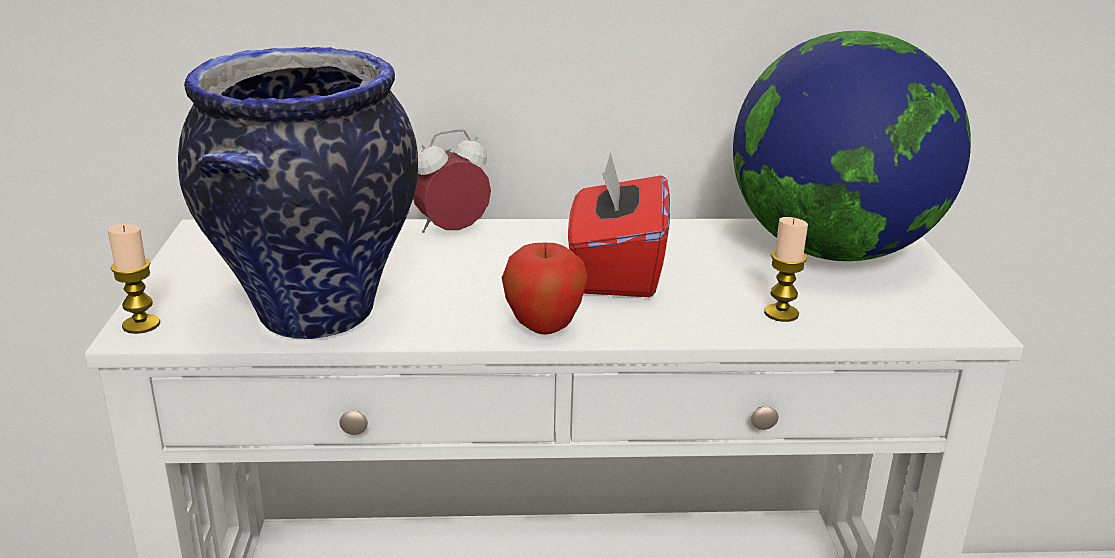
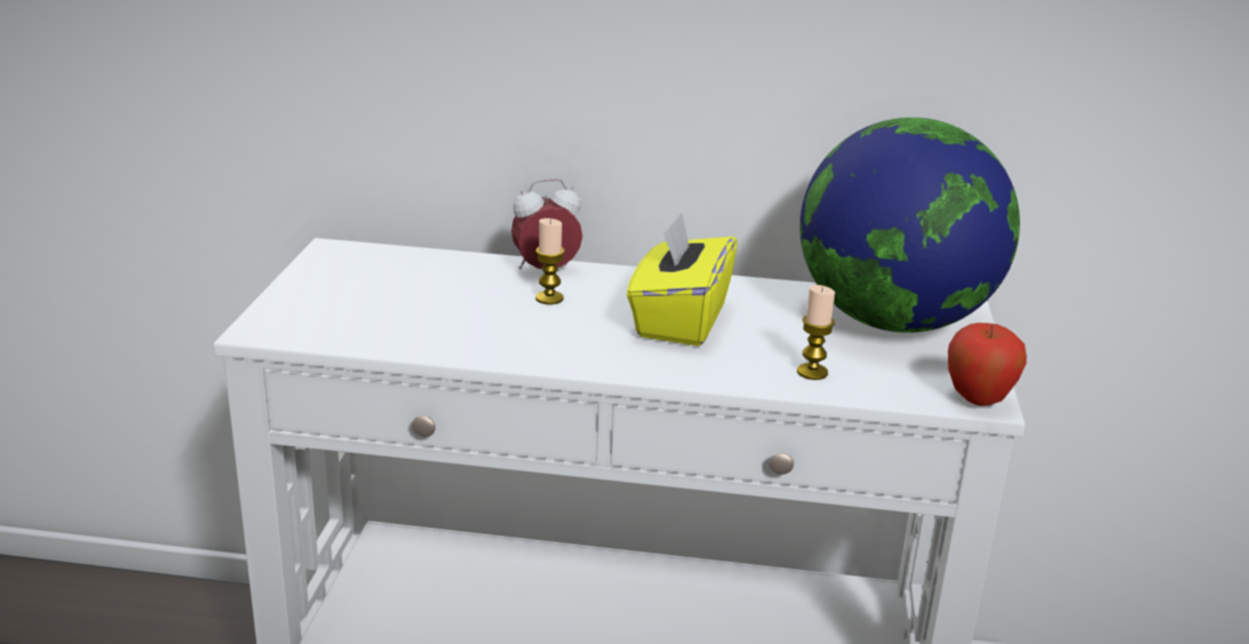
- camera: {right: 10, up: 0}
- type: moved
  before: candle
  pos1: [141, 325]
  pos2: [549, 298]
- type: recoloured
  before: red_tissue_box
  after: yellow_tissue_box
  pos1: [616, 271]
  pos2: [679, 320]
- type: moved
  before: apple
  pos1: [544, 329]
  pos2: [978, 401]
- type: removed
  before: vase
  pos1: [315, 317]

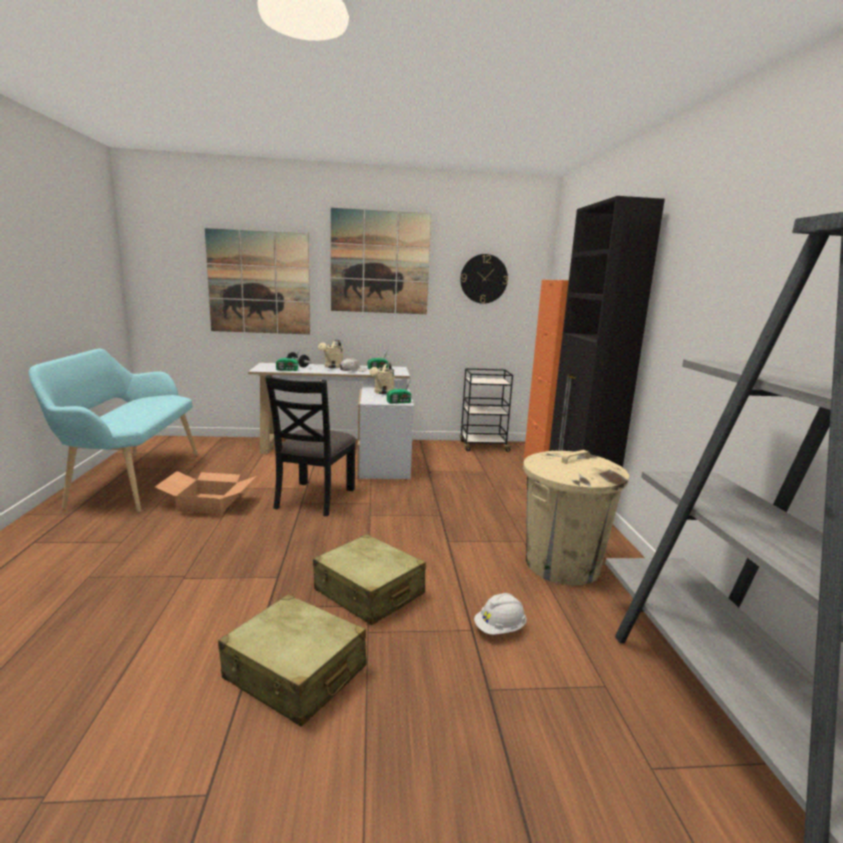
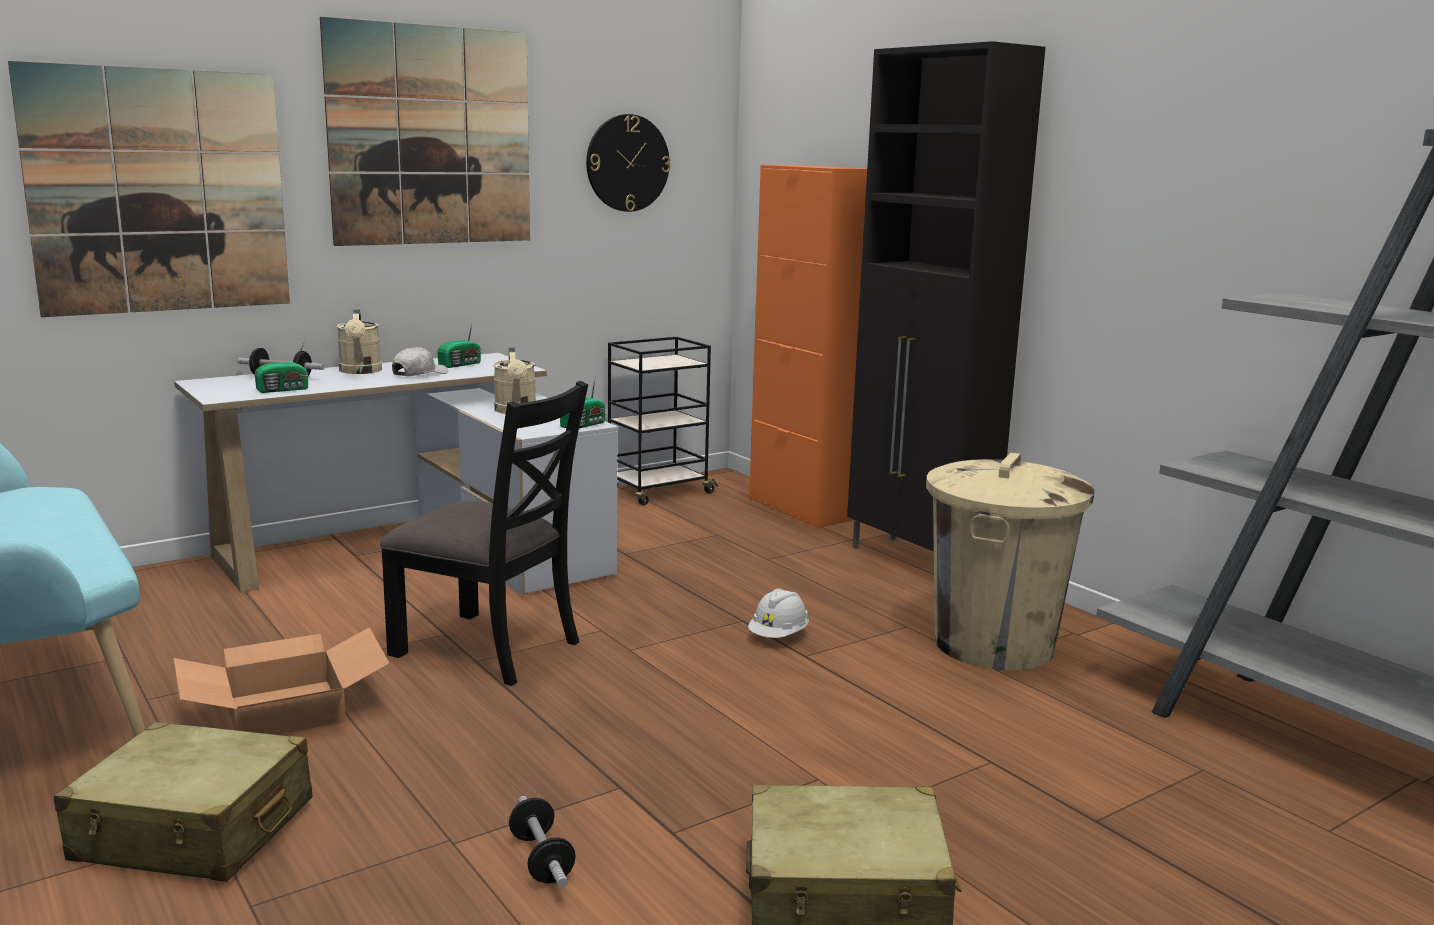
- camera: {right: -30, up: 0}
- type: moved
  before: beige_suitcase
  pos1: [369, 592]
  pos2: [194, 831]
- type: turned
  before: black_chair
  pos1: [314, 498]
  pos2: [488, 648]
  turn: -45
- type: added
  after: dumbbell
  pos2: [541, 859]
- type: moved
  before: white_hard_hat
  pos1: [500, 629]
  pos2: [778, 636]

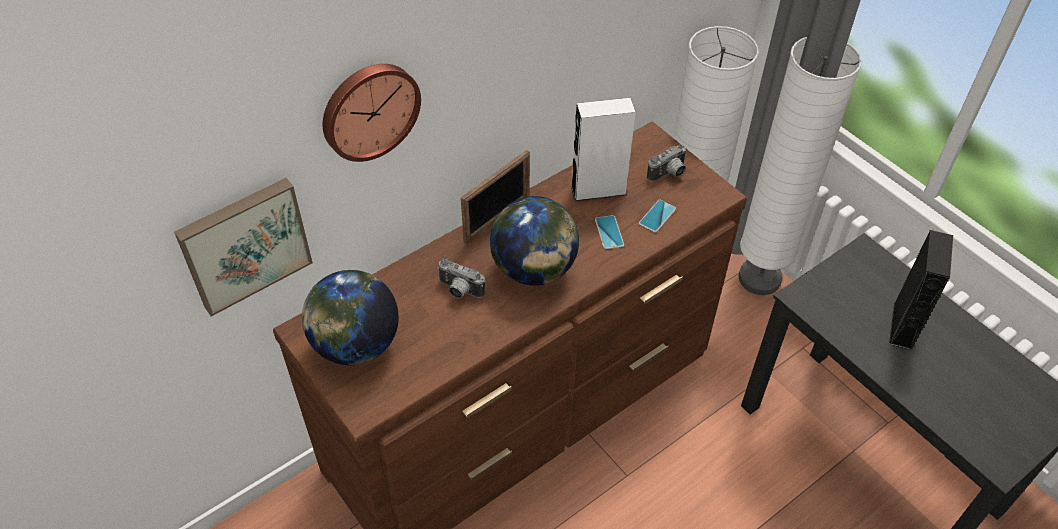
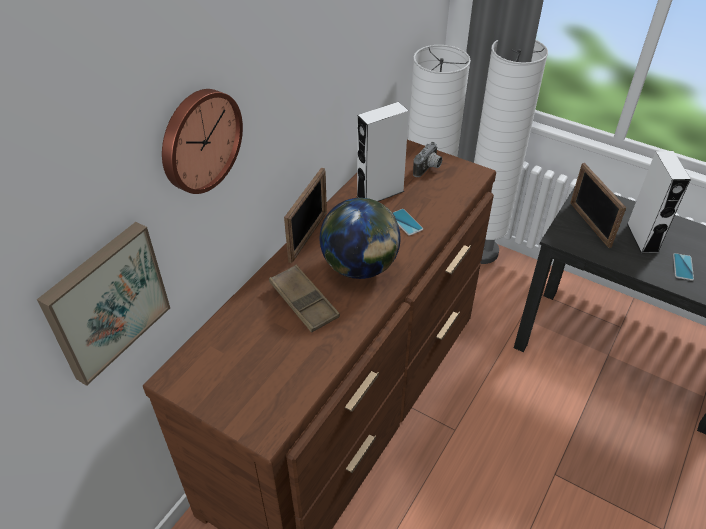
- camera: {right: -20, up: -5}
- type: replaced
  before: photo_camera
  after: brown_tray
  pos1: [459, 291]
  pos2: [304, 302]
- type: added
  after: picture_frame
  pos2: [589, 224]
- type: recoloured
  before: black_speaker
  after: white_speaker
  pos1: [902, 326]
  pos2: [642, 237]
- type: moved
  before: phone
  pos1: [657, 216]
  pos2: [683, 267]
- type: removed
  before: globe
  pos1: [356, 345]

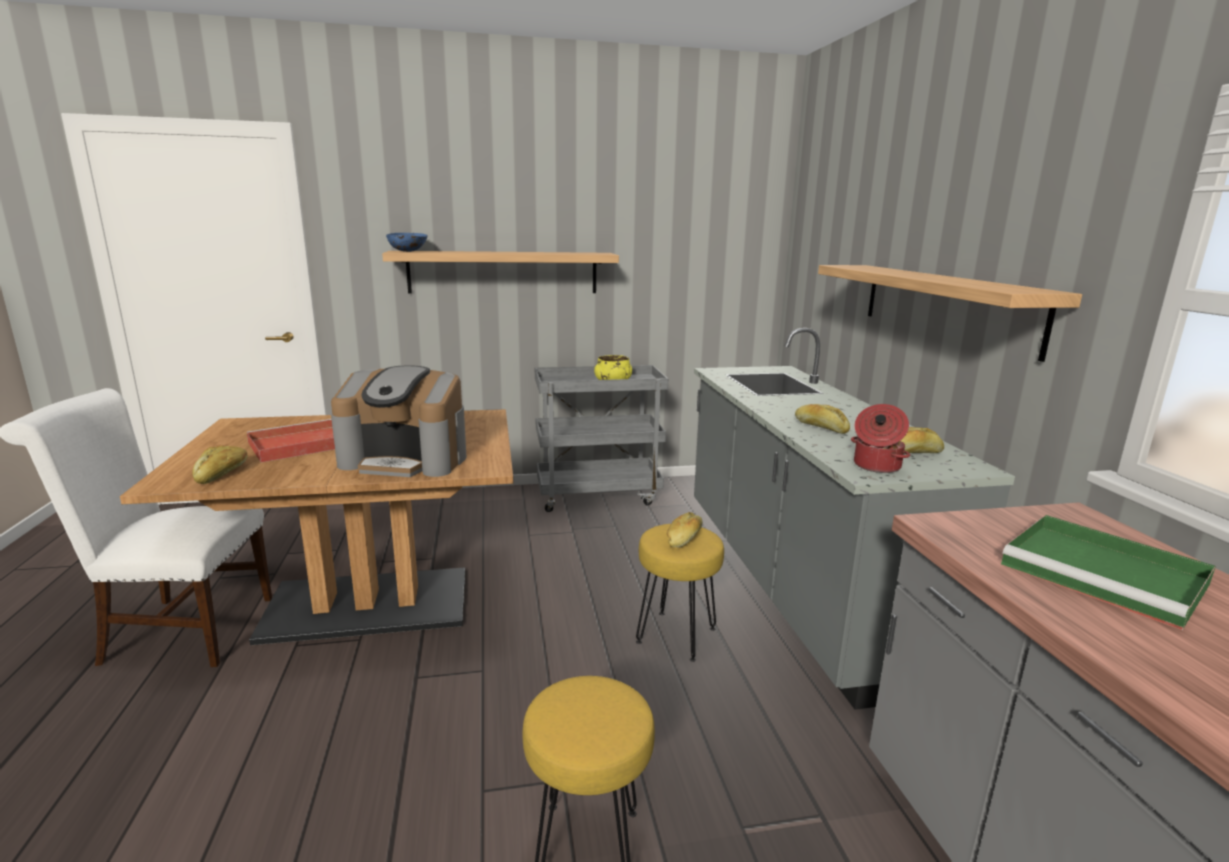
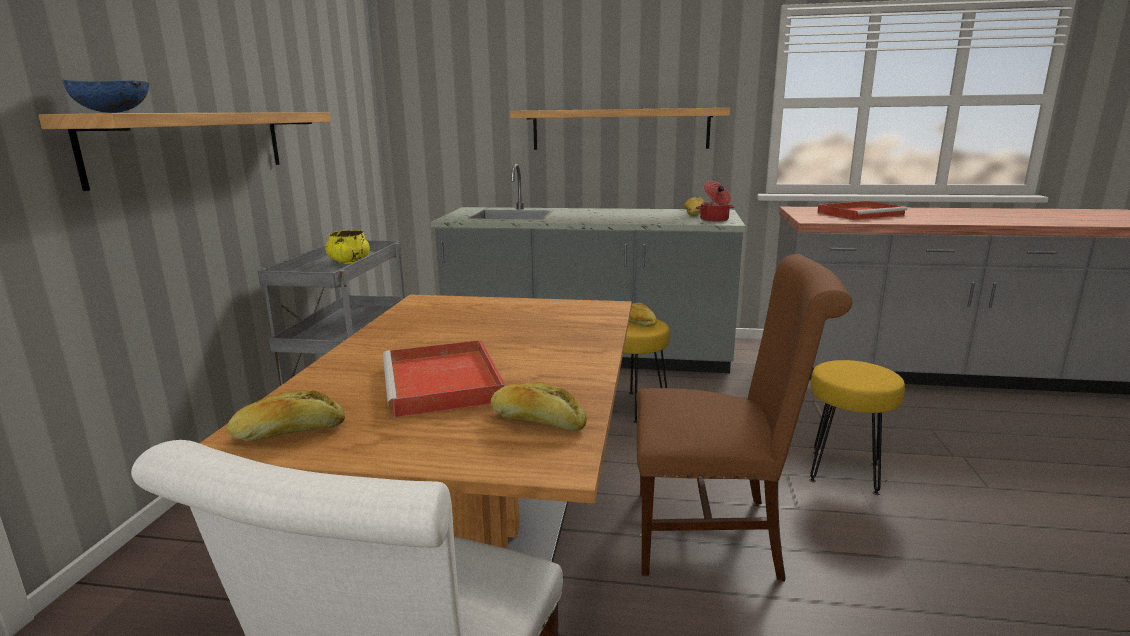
- camera: {right: -70, up: 0}
- type: moved
  before: bread
  pos1: [820, 427]
  pos2: [288, 433]
- type: added
  after: brown_chair
  pos2: [717, 533]
- type: recoloured
  before: green_tray
  after: red_tray
  pos1: [1107, 575]
  pos2: [861, 214]
- type: removed
  before: coffee_machine
  pos1: [406, 459]

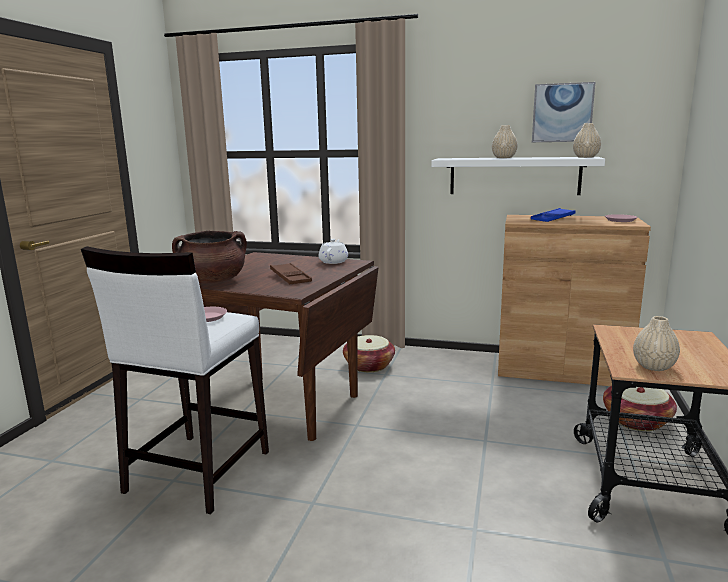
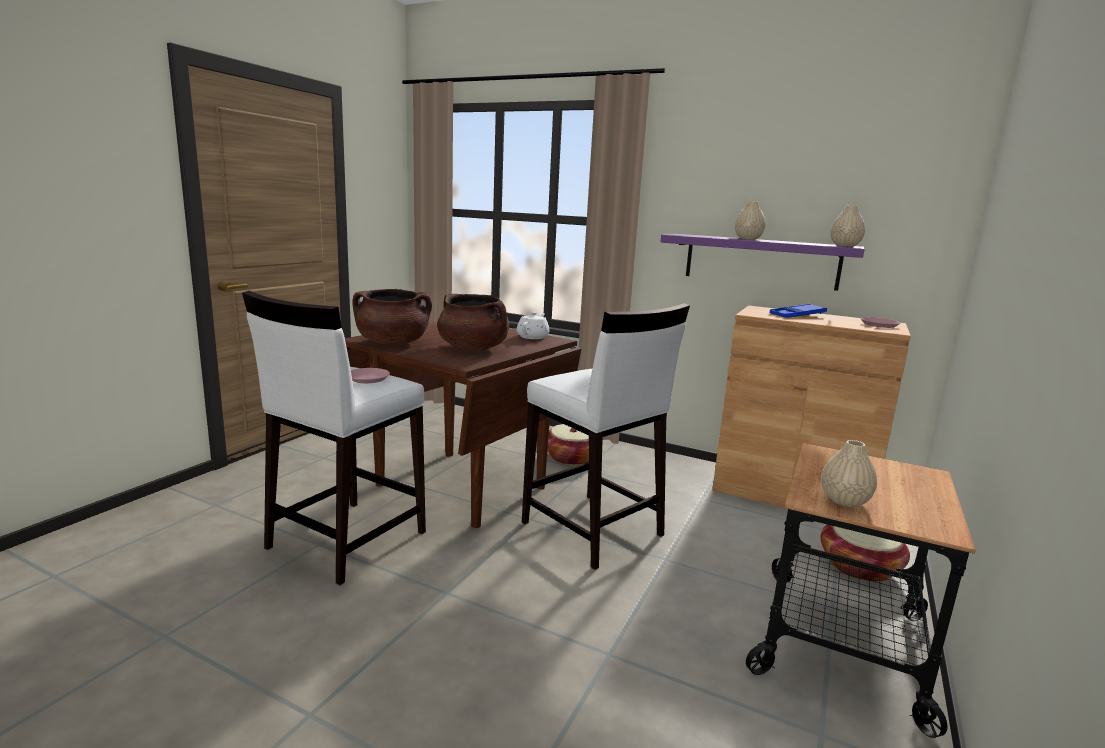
- camera: {right: 10, up: 0}
- type: replaced
  before: brown_tray
  after: brown_cooking_pot
  pos1: [290, 278]
  pos2: [473, 348]
- type: added
  after: white_stool
  pos2: [592, 530]
- type: recoloured
  before: white_shelf
  after: purple_shelf
  pos1: [514, 176]
  pos2: [761, 261]
- type: removed
  before: picture
  pos1: [562, 113]

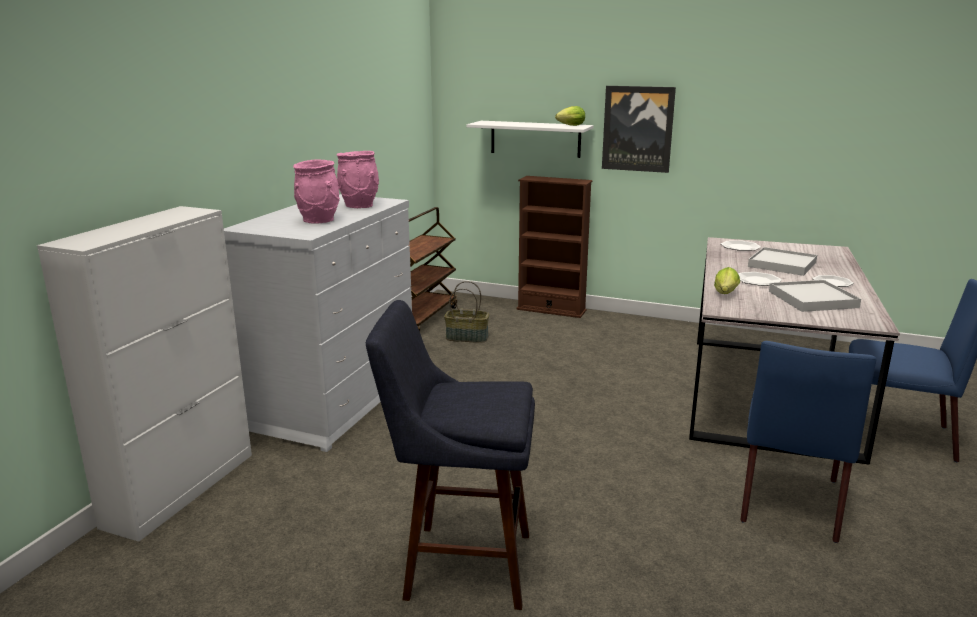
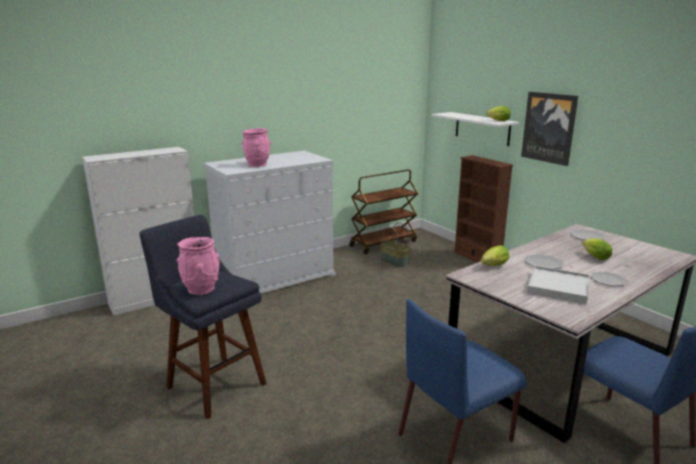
- camera: {right: 35, up: 0}
- type: moved
  before: pink_vase
  pos1: [360, 205]
  pos2: [201, 289]
- type: replaced
  before: white_tray
  after: lettuce
  pos1: [782, 264]
  pos2: [594, 257]

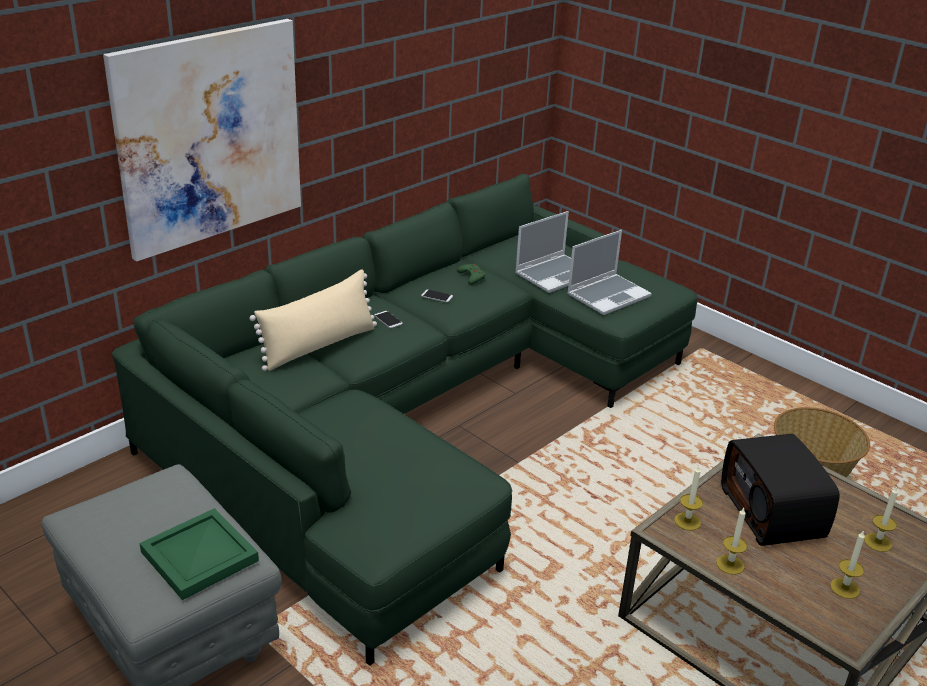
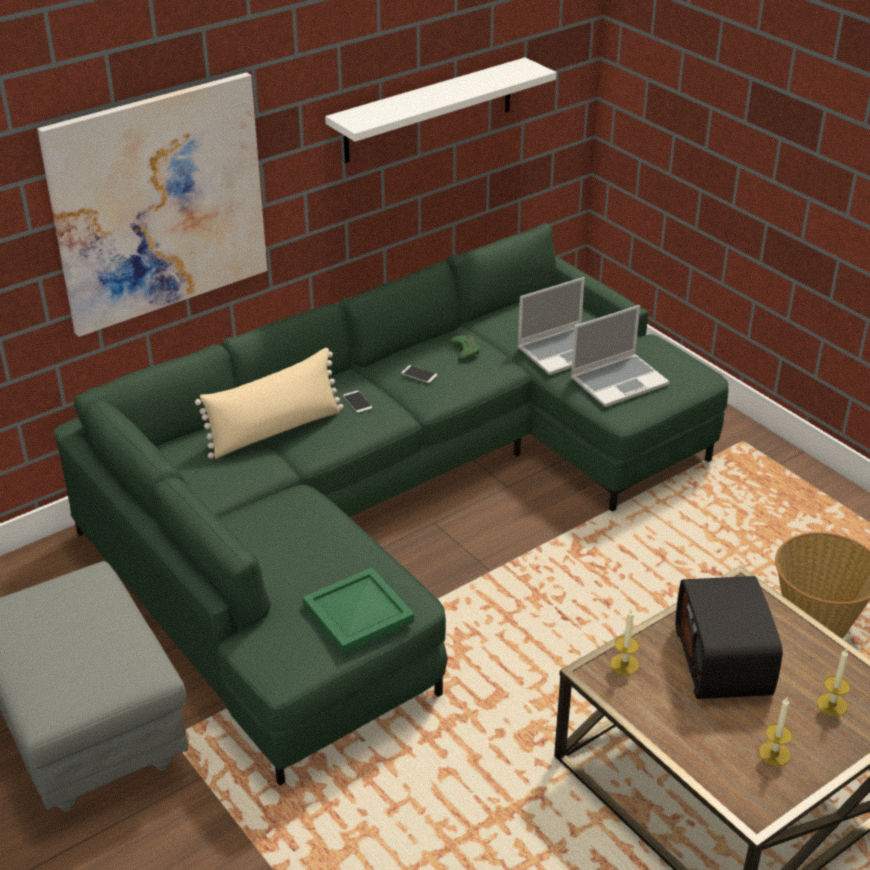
- camera: {right: 10, up: 5}
- type: moved
  before: green_tray
  pos1: [197, 556]
  pos2: [356, 613]
- type: added
  after: white_shelf
  pos2: [429, 110]
- type: removed
  before: candle
  pos1: [730, 564]

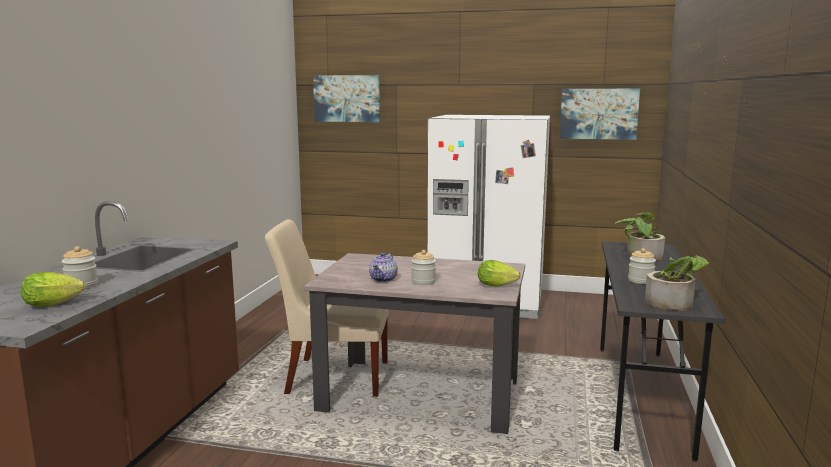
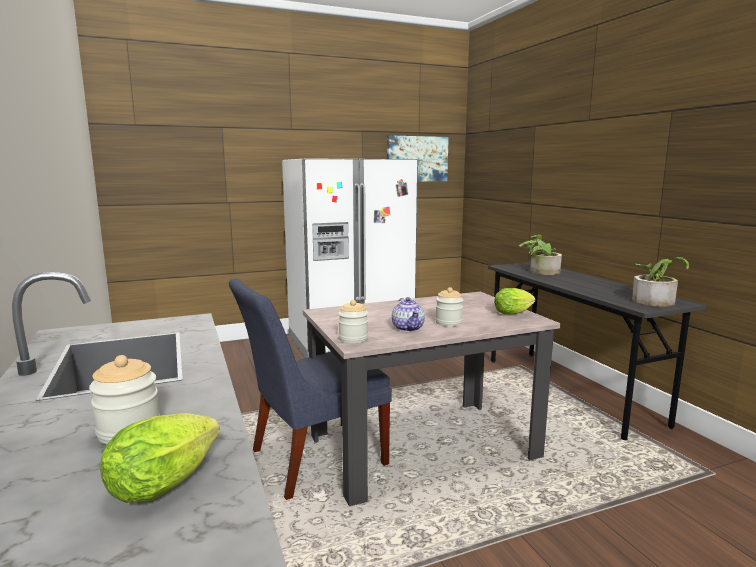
- camera: {right: -35, up: 0}
- type: recoloured
  before: beige_chair
  after: blue_chair
  pos1: [333, 377]
  pos2: [312, 459]
- type: moved
  before: jar
  pos1: [640, 280]
  pos2: [353, 339]
- type: removed
  before: picture
  pos1: [347, 98]

